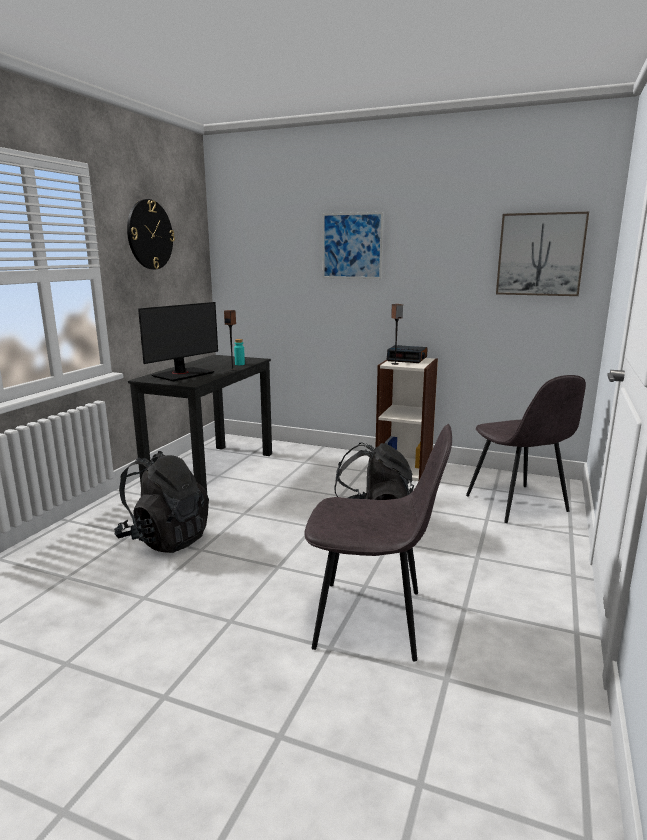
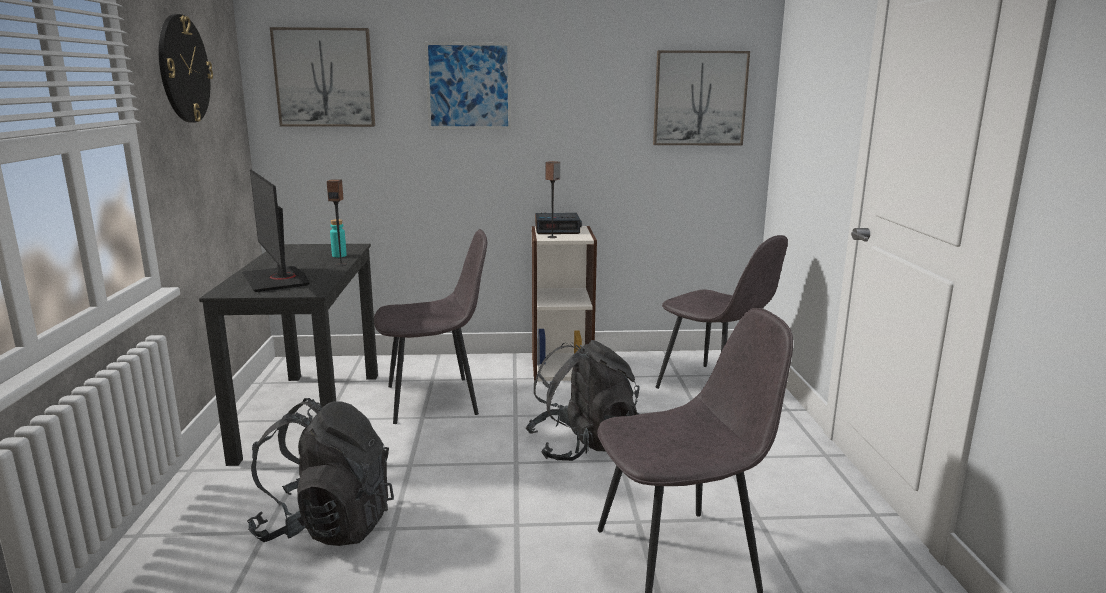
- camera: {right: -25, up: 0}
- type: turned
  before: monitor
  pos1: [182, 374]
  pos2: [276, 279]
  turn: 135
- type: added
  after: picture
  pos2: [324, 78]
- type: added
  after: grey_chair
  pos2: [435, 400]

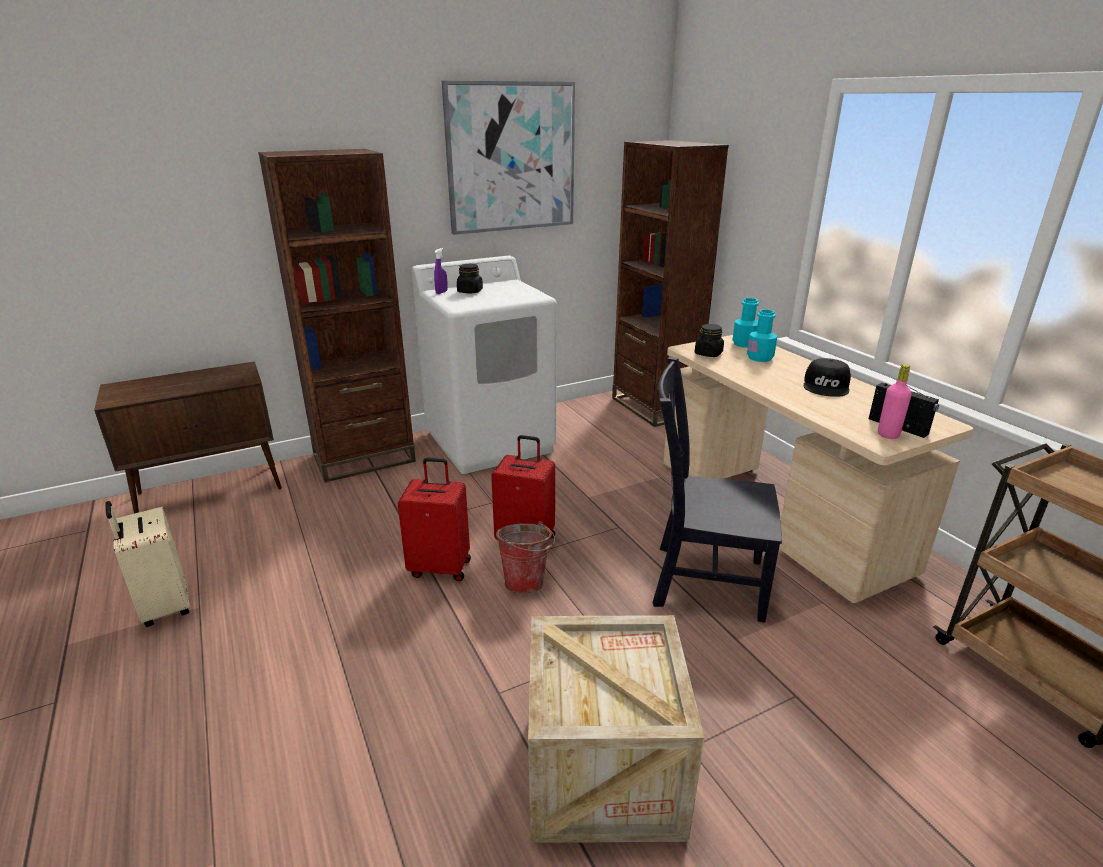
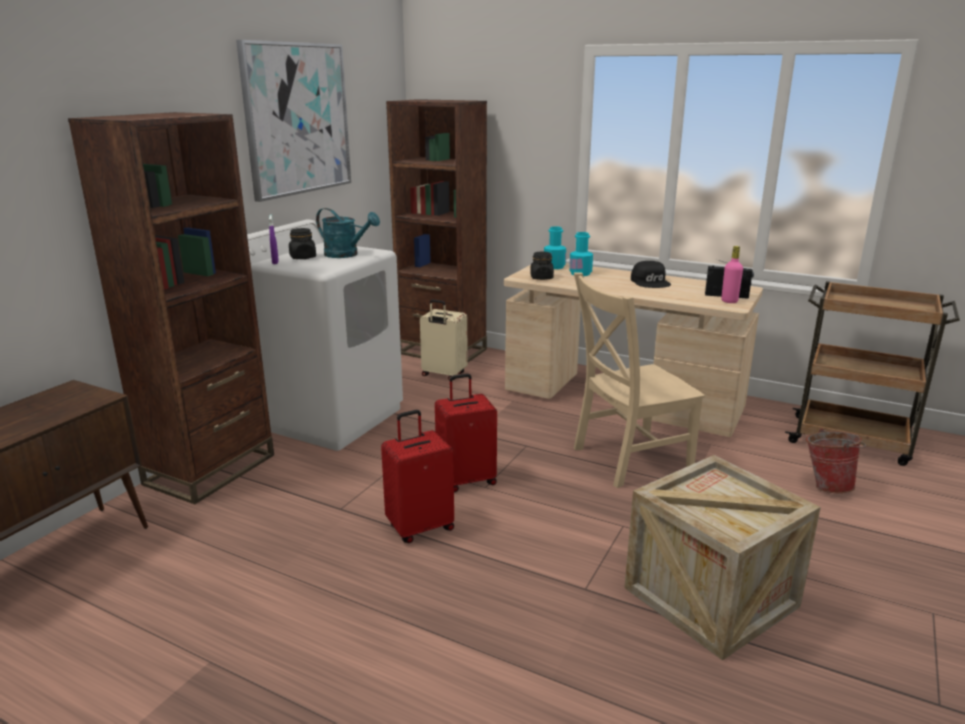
- camera: {right: -35, up: -5}
- type: added
  after: turquoise_watering_can
  pos2: [346, 255]
- type: moved
  before: beige_suitcase
  pos1: [164, 607]
  pos2: [443, 375]
- type: recoloured
  before: black_chair
  after: beige_chair
  pos1: [702, 580]
  pos2: [627, 459]
- type: moved
  before: bucket
  pos1: [526, 581]
  pos2: [826, 485]

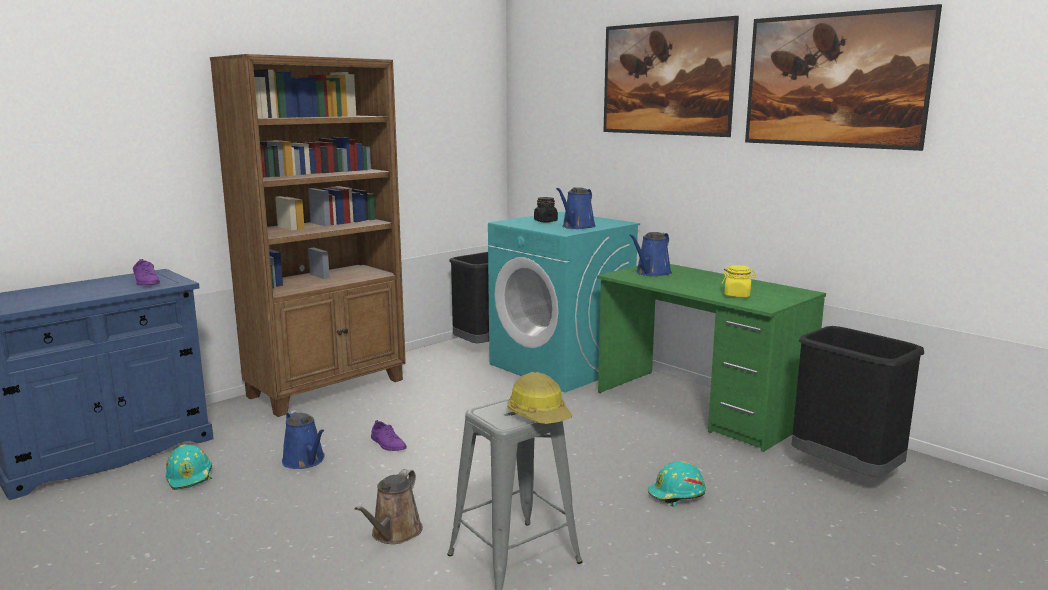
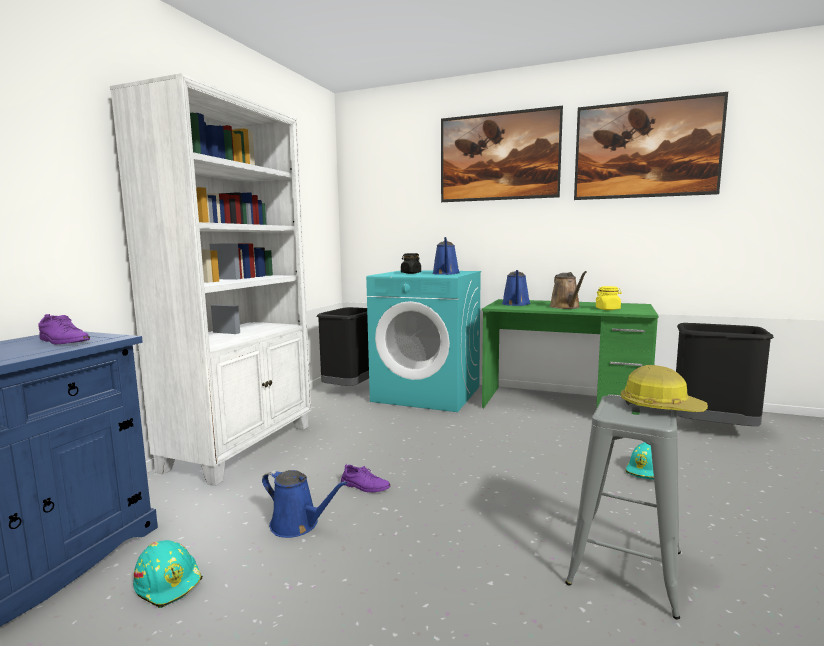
- camera: {right: -25, up: -5}
- type: recoloured
  before: brown_bookcase
  after: white_bookcase
  pos1: [328, 388]
  pos2: [242, 447]
- type: moved
  before: brown_watering_can
  pos1: [394, 533]
  pos2: [566, 307]

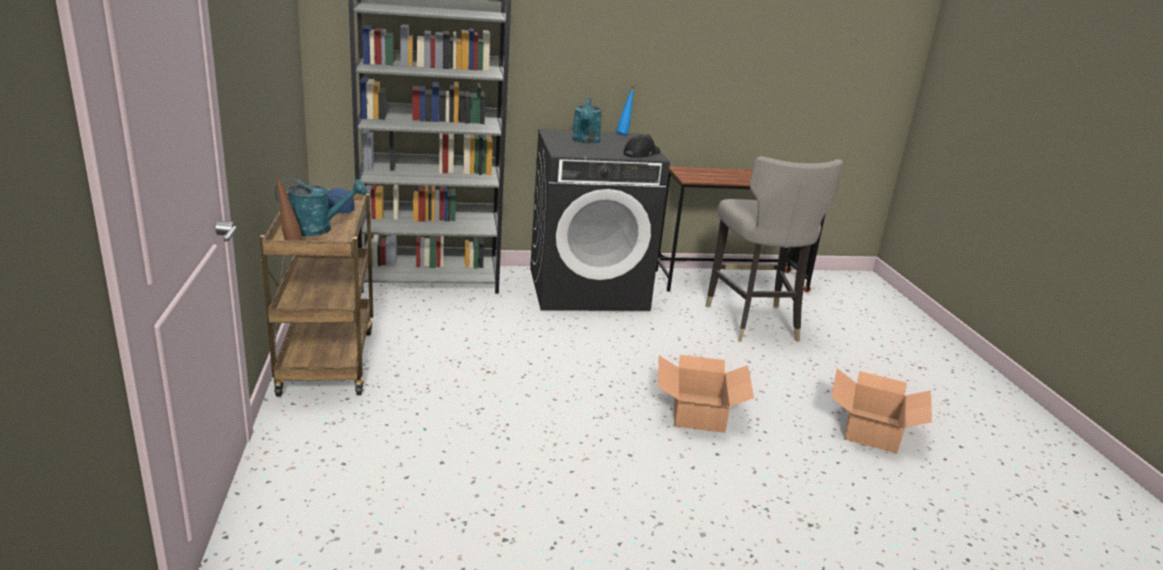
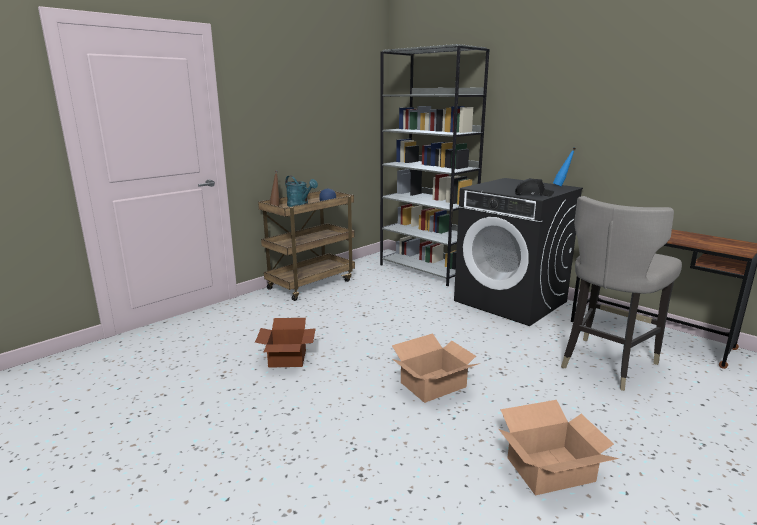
- camera: {right: 55, up: -5}
- type: added
  after: cardboard_box
  pos2: [286, 359]
- type: removed
  before: turquoise_watering_can
  pos1: [586, 141]

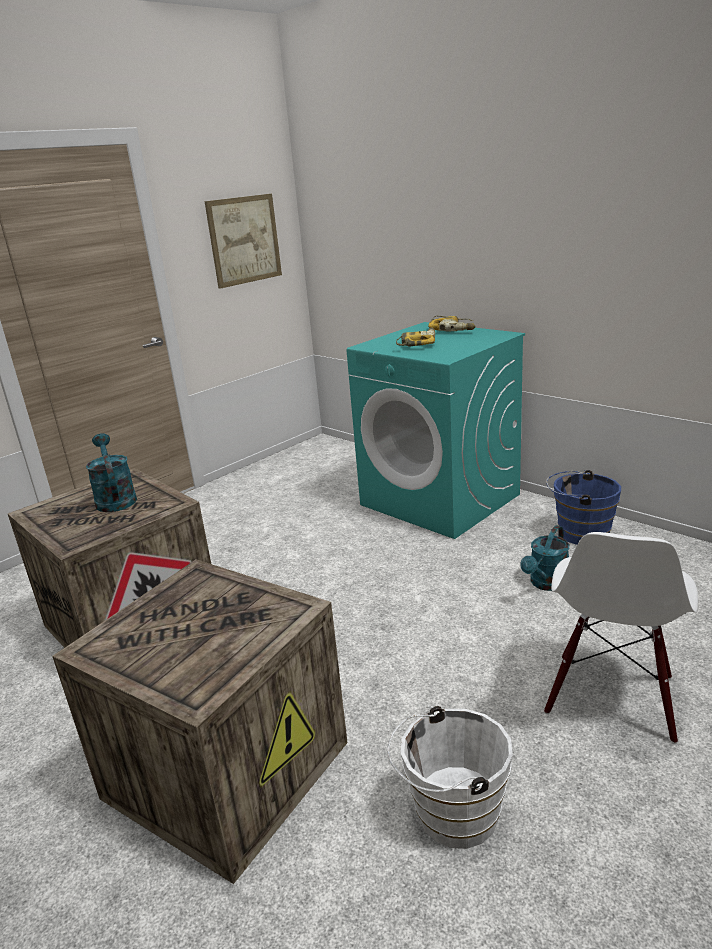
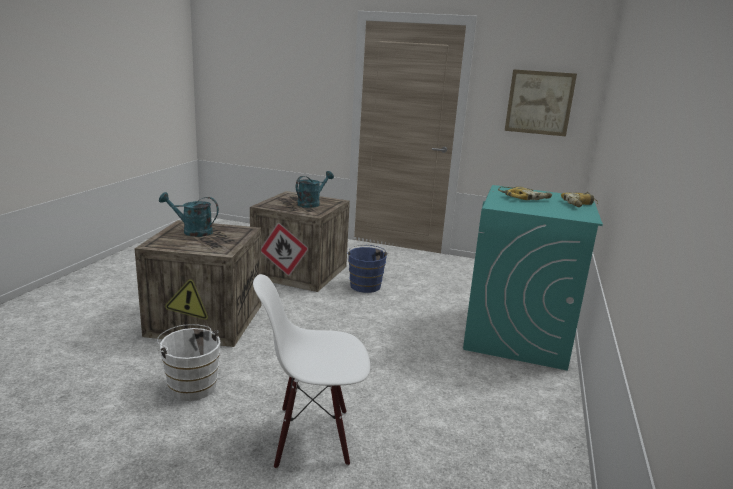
- camera: {right: 60, up: -5}
- type: moved
  before: turquoise_watering_can
  pos1: [546, 584]
  pos2: [192, 231]
- type: moved
  before: blue_bucket
  pos1: [579, 533]
  pos2: [365, 285]

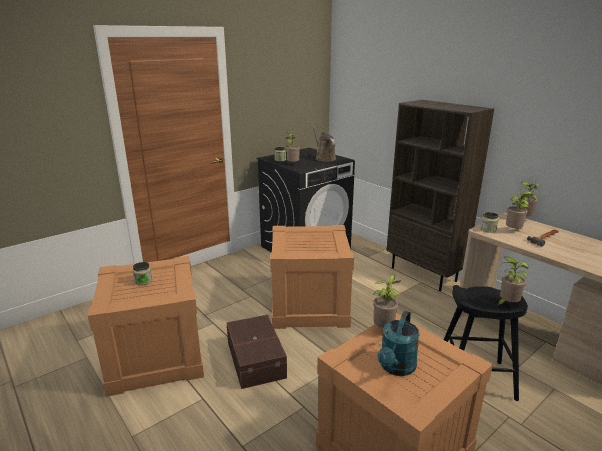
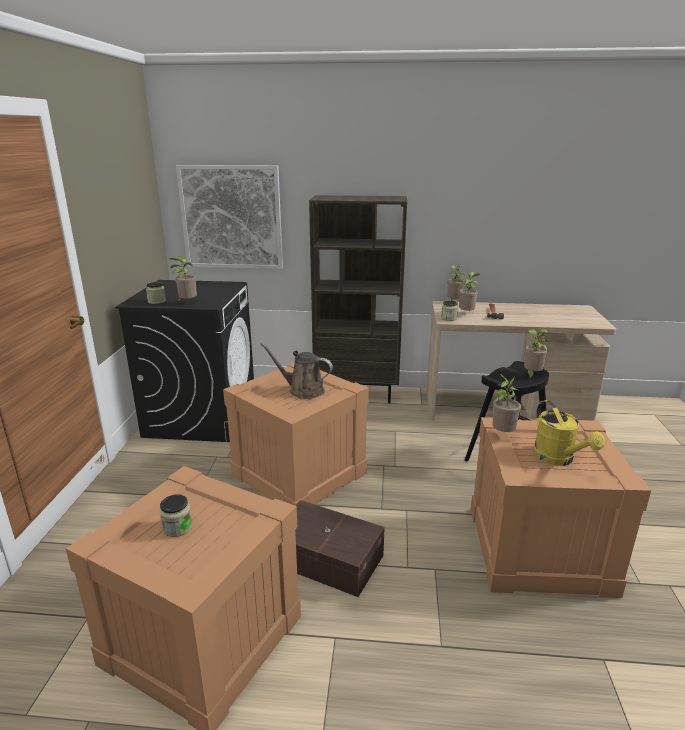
- camera: {right: -45, up: 0}
- type: added
  after: picture
  pos2: [231, 217]
- type: moved
  before: brown_watering_can
  pos1: [324, 158]
  pos2: [303, 390]
- type: recoloured
  before: turquoise_watering_can
  after: yellow_watering_can
  pos1: [396, 368]
  pos2: [558, 459]

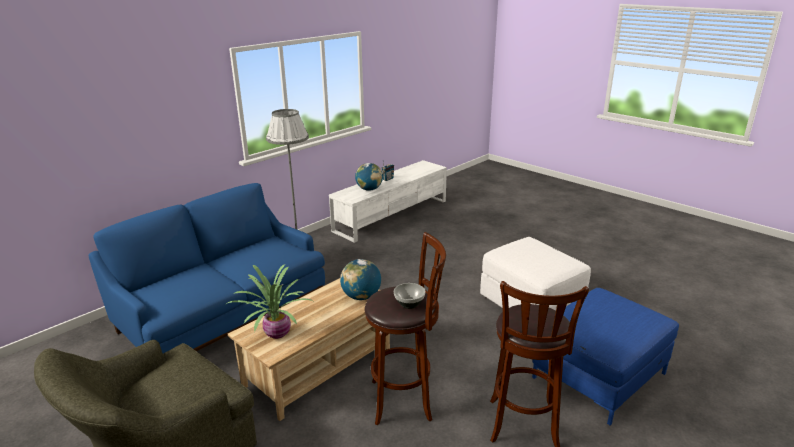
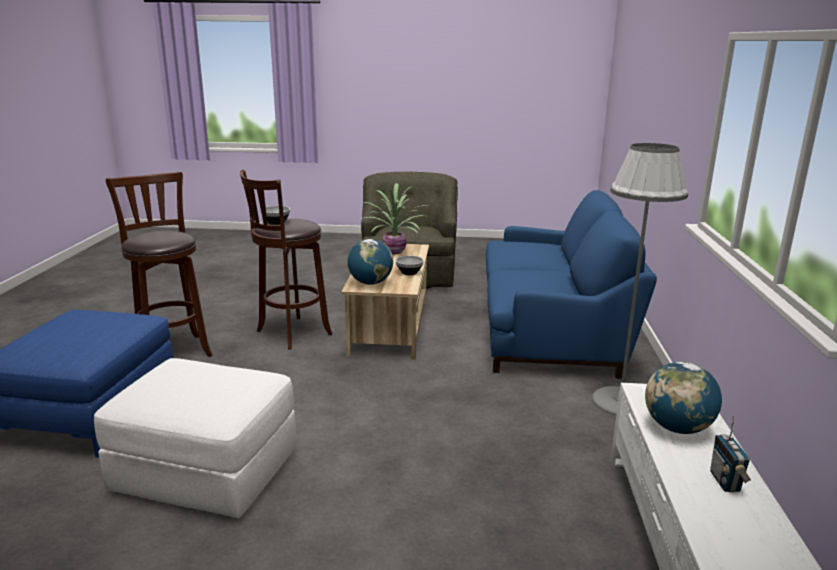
- camera: {right: 140, up: -5}
- type: added
  after: bowl
  pos2: [409, 273]

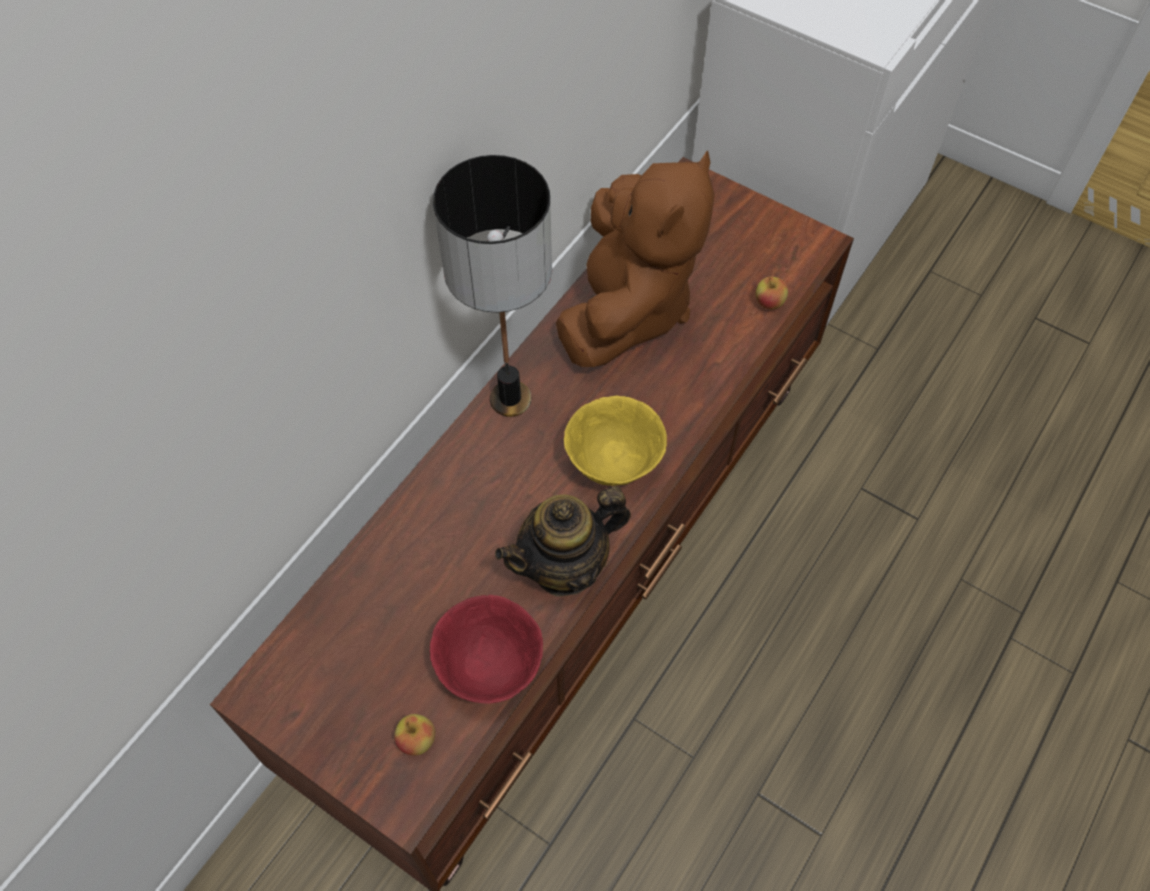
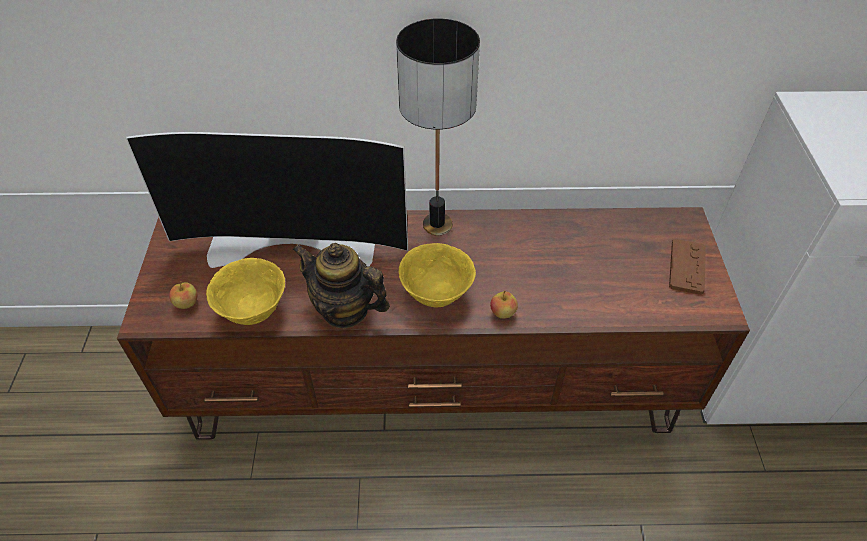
- camera: {right: 55, up: -10}
- type: added
  after: television
  pos2: [294, 242]
- type: recoloured
  before: red_bowl
  after: yellow_bowl
  pos1: [490, 666]
  pos2: [253, 310]
- type: moved
  before: apple
  pos1: [769, 303]
  pos2: [502, 313]
- type: added
  after: brown_game_controller
  pos2: [687, 267]
- type: removed
  before: brown_plush_toy
  pos1: [627, 308]

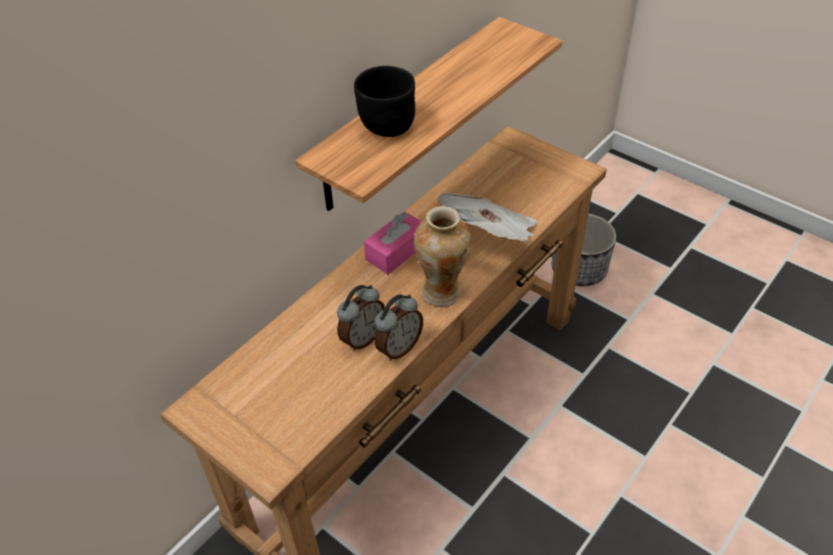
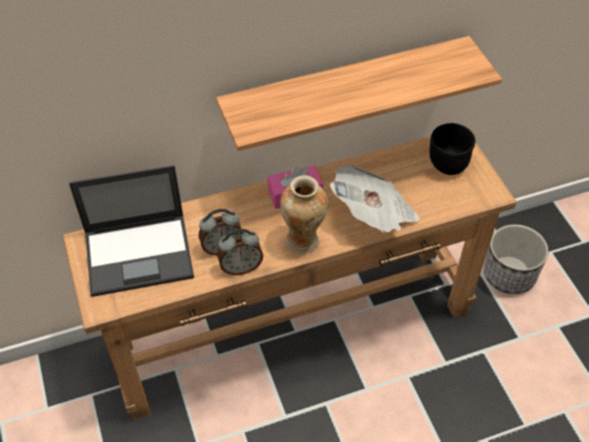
- camera: {right: 30, up: 5}
- type: added
  after: laptop
  pos2: [140, 254]
- type: moved
  before: black_bowl
  pos1: [387, 128]
  pos2: [447, 165]

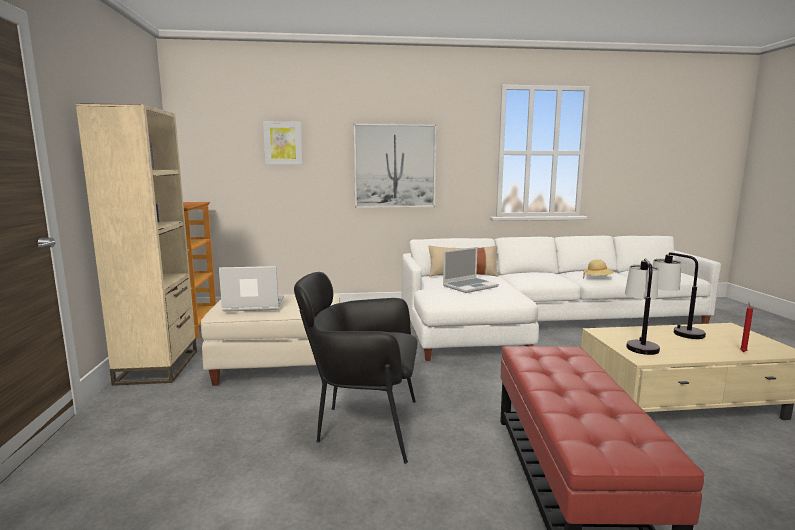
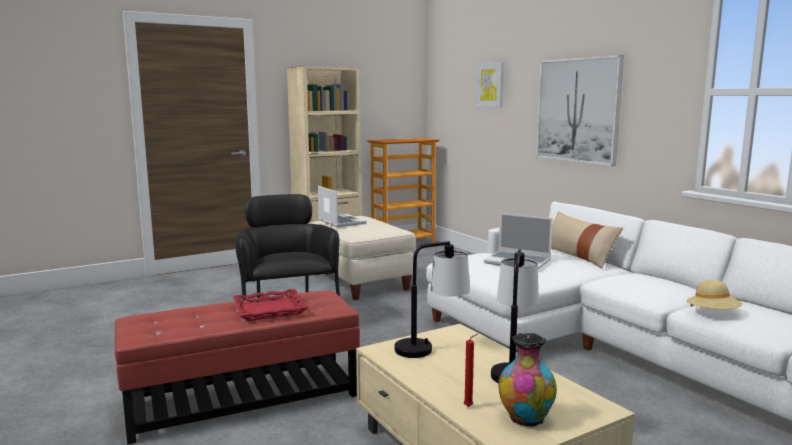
- camera: {right: 65, up: 0}
- type: added
  after: red_tray
  pos2: [269, 310]
- type: added
  after: vase
  pos2: [525, 418]

